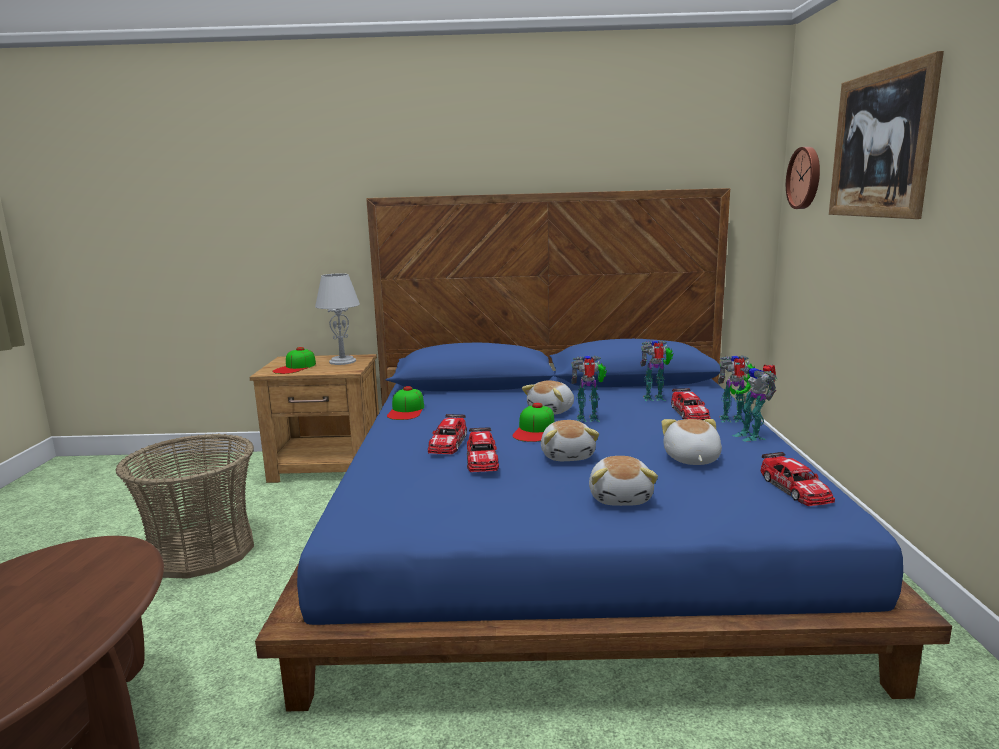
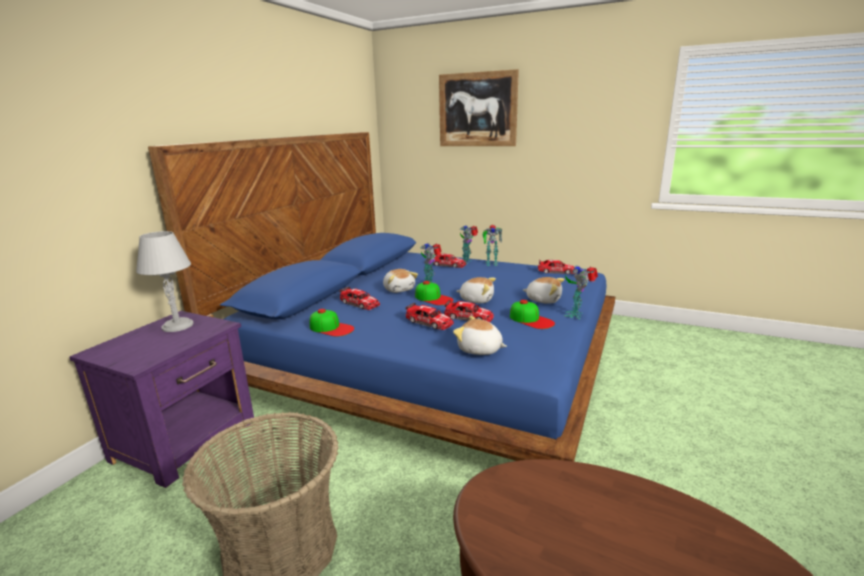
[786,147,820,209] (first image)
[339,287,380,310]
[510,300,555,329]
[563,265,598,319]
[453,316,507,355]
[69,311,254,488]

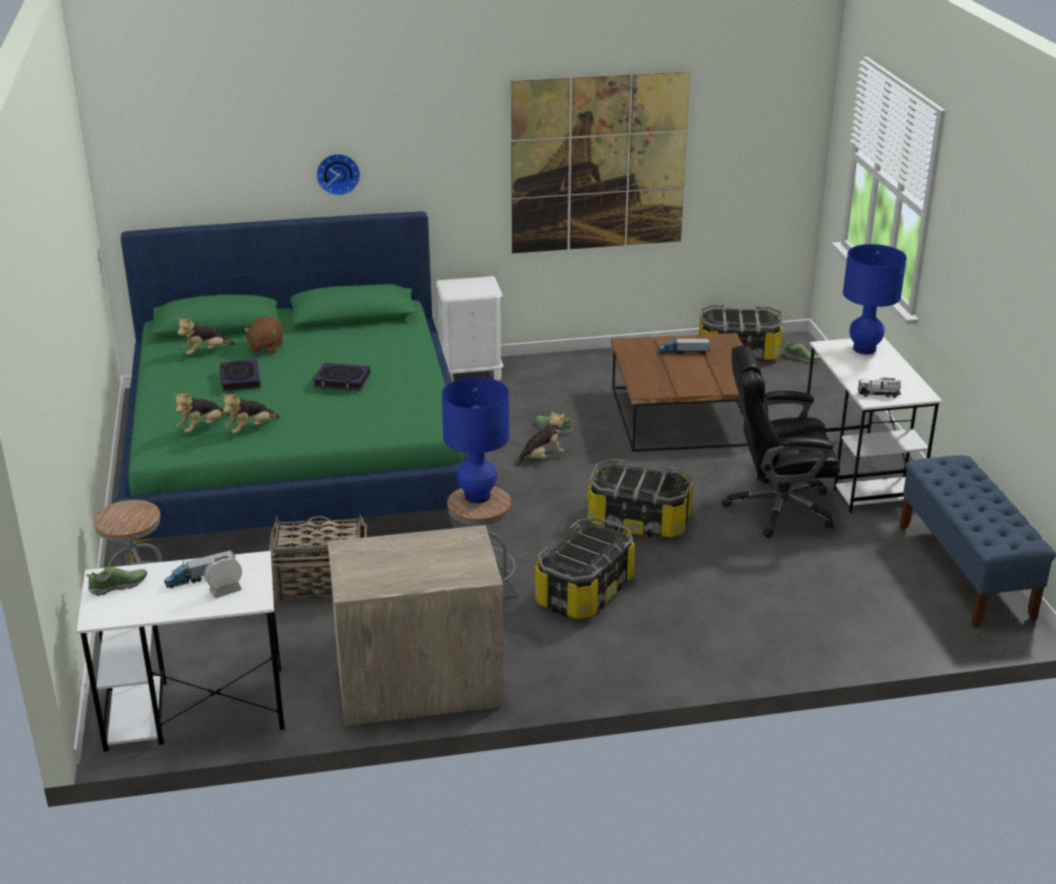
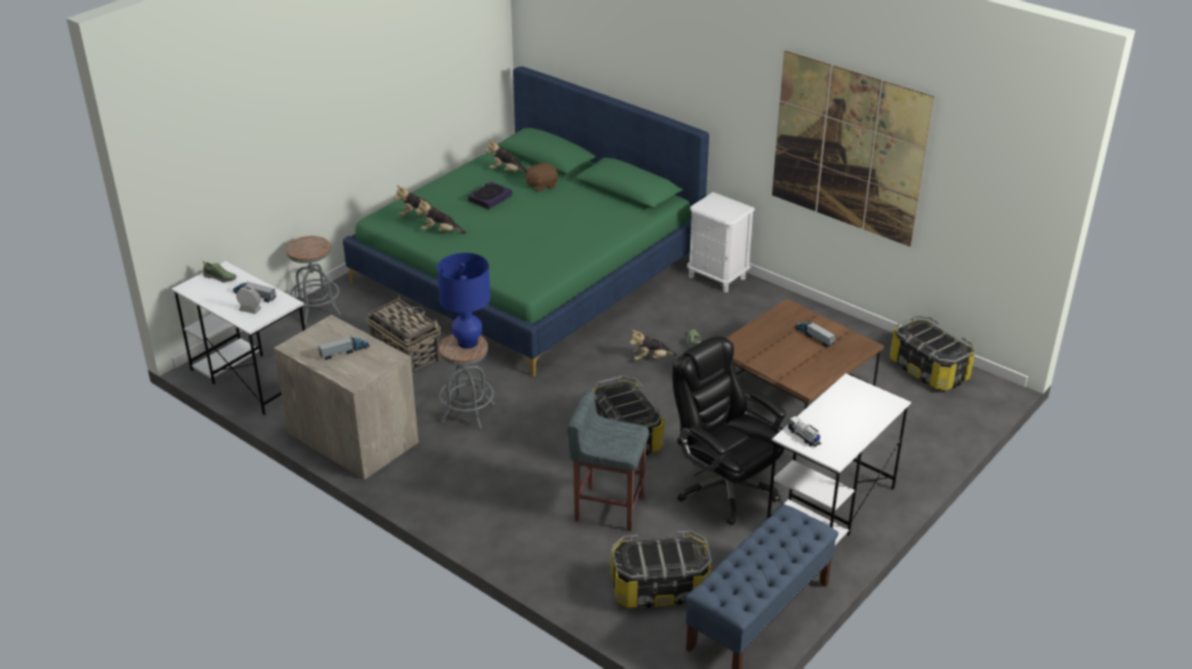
[313,363,370,391] (first image)
[316,154,360,196] (first image)
[784,341,821,363] (first image)
[843,244,906,354] (first image)
[318,336,370,360]
[567,390,649,531]
[611,531,712,608]
[630,330,677,360]

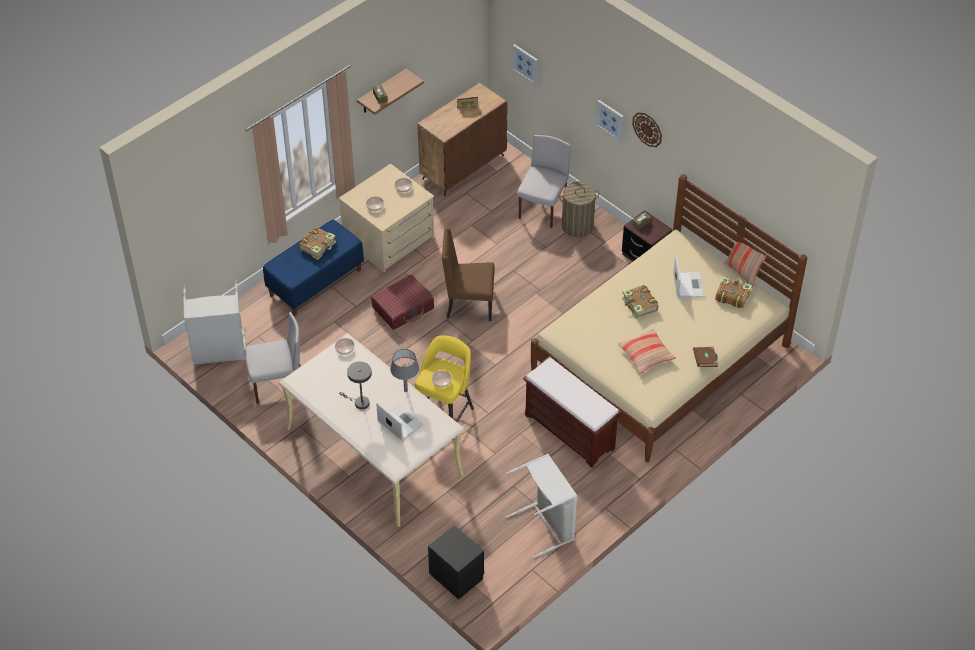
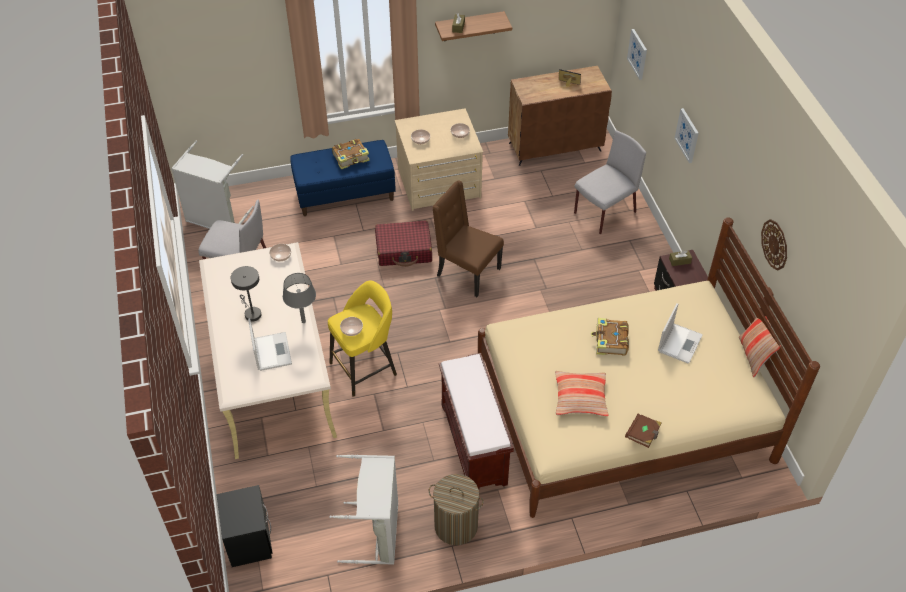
[715,277,752,308] (first image)
[429,474,484,545]
[761,219,787,271]

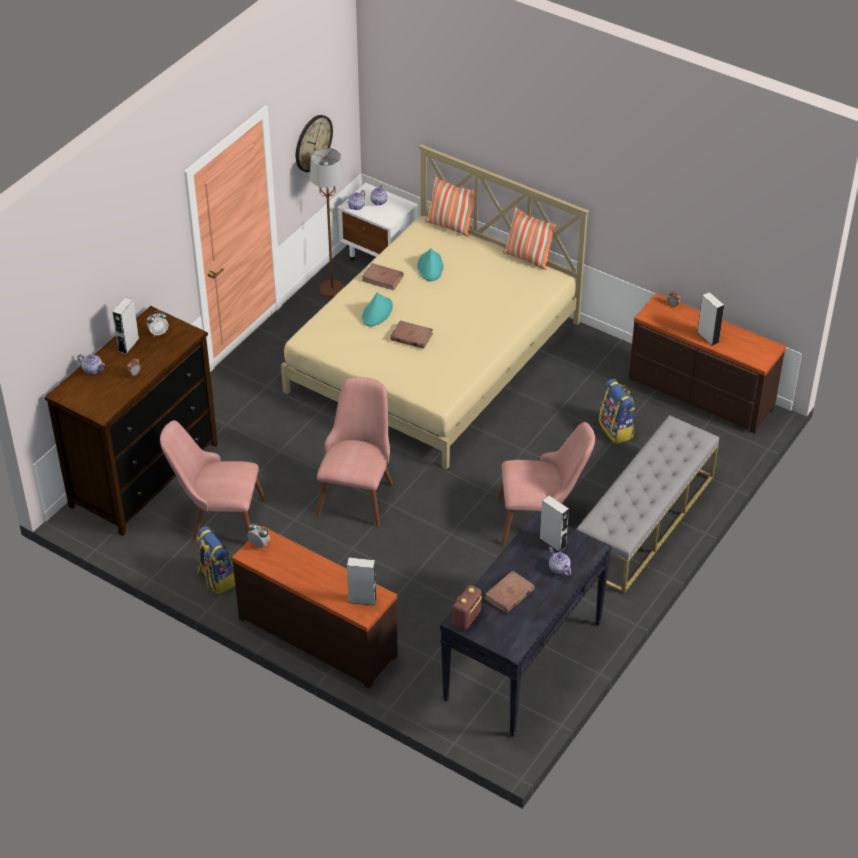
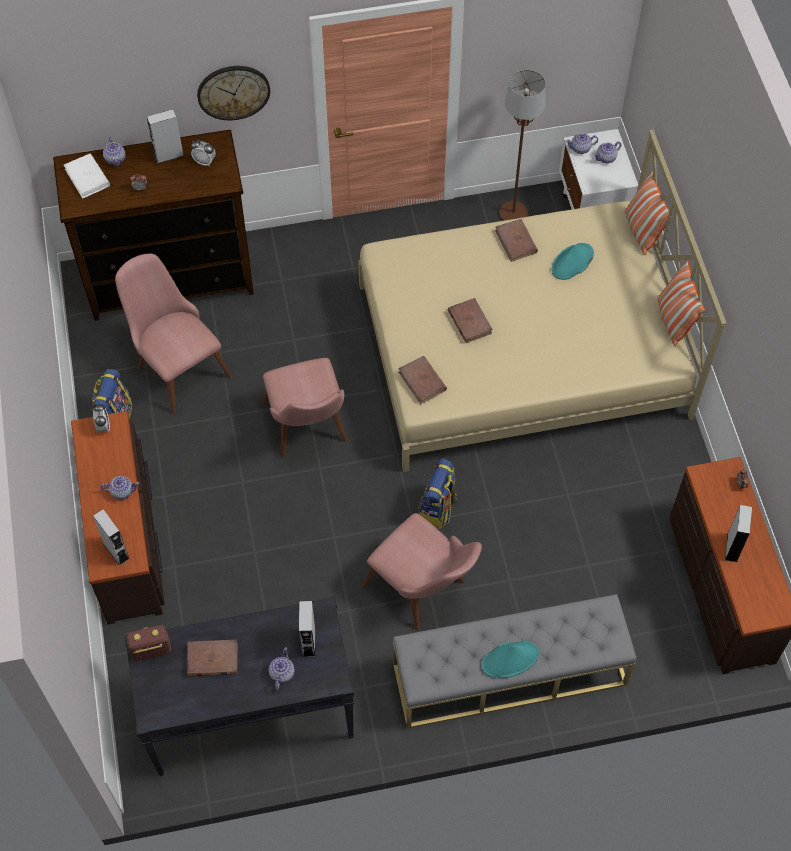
[64,154,110,199]
[101,476,139,500]
[398,356,447,404]
[197,66,270,120]
[481,640,539,678]
[418,459,458,529]
[263,358,347,458]

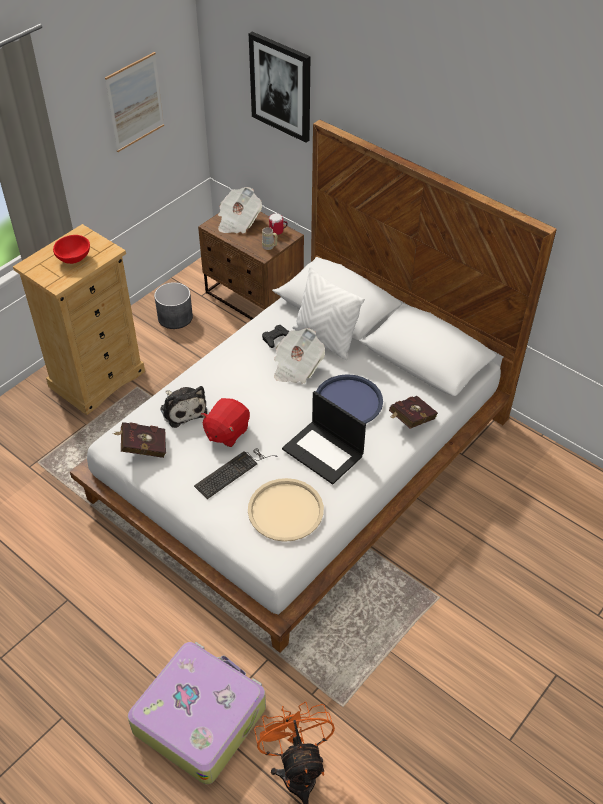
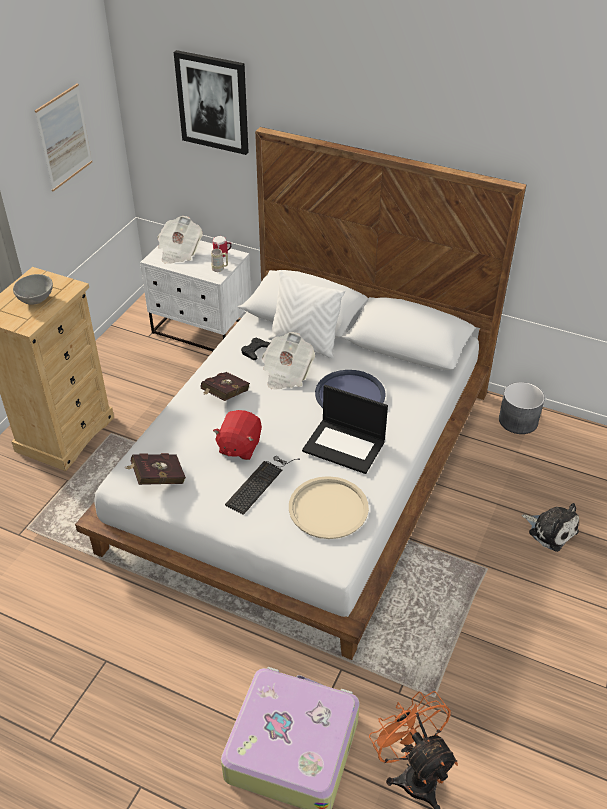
[499,382,545,434]
[522,503,579,552]
[201,372,250,401]
[13,274,53,305]
[140,240,251,351]

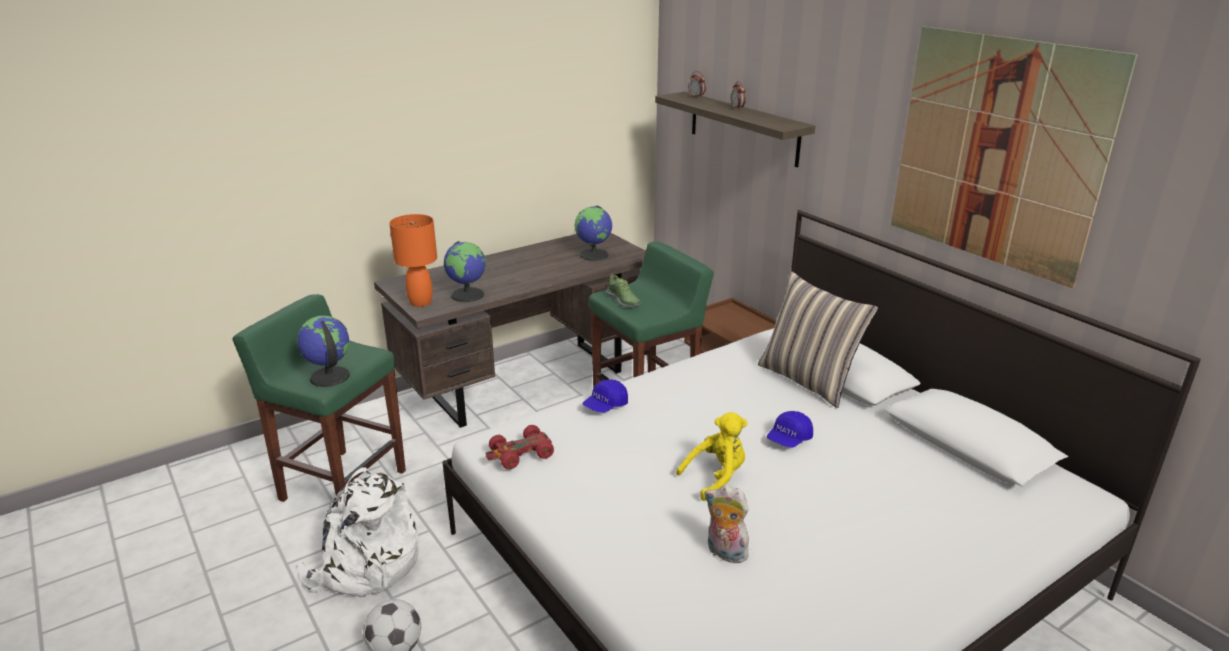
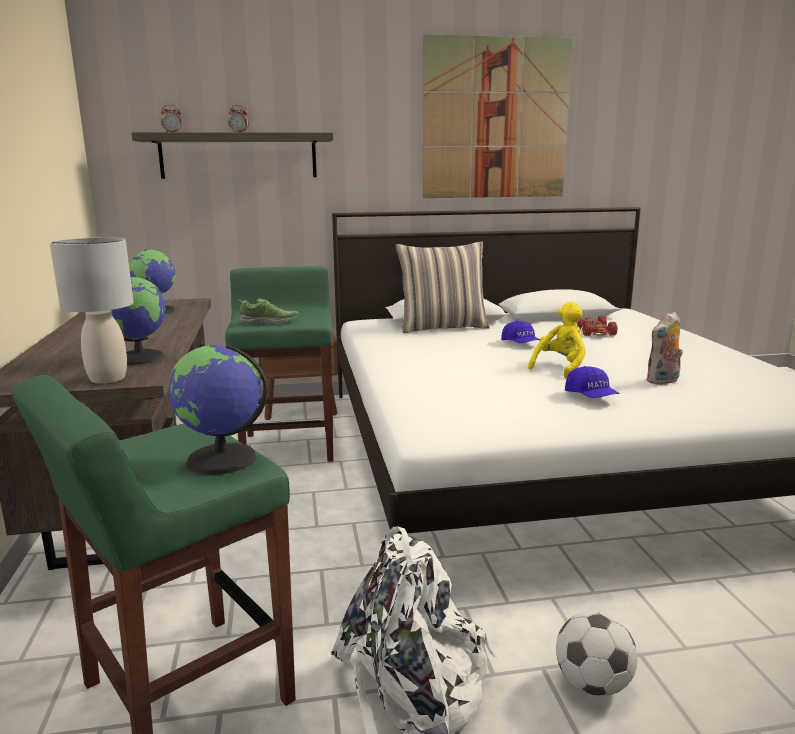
[577,316,618,336]
[565,366,620,398]
[50,237,134,383]
[528,302,586,379]

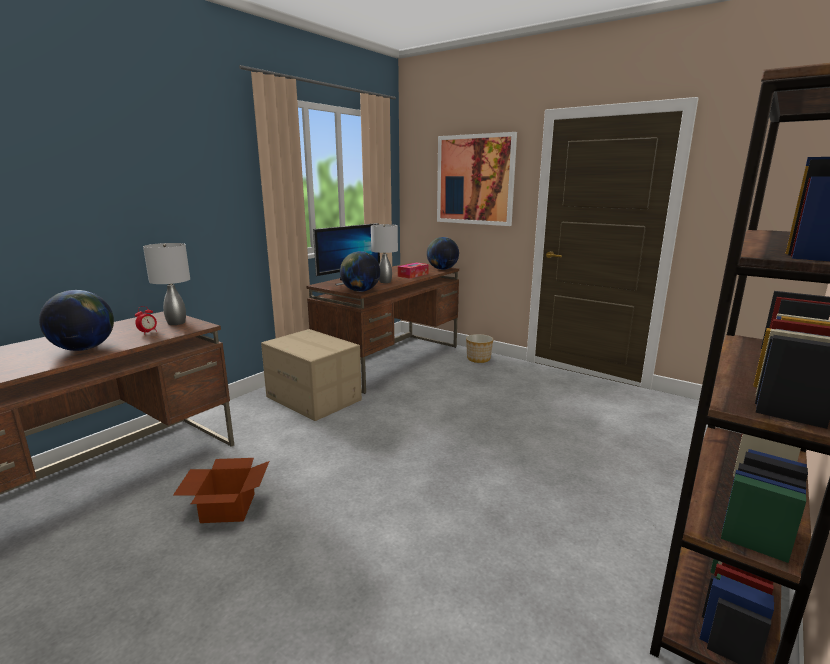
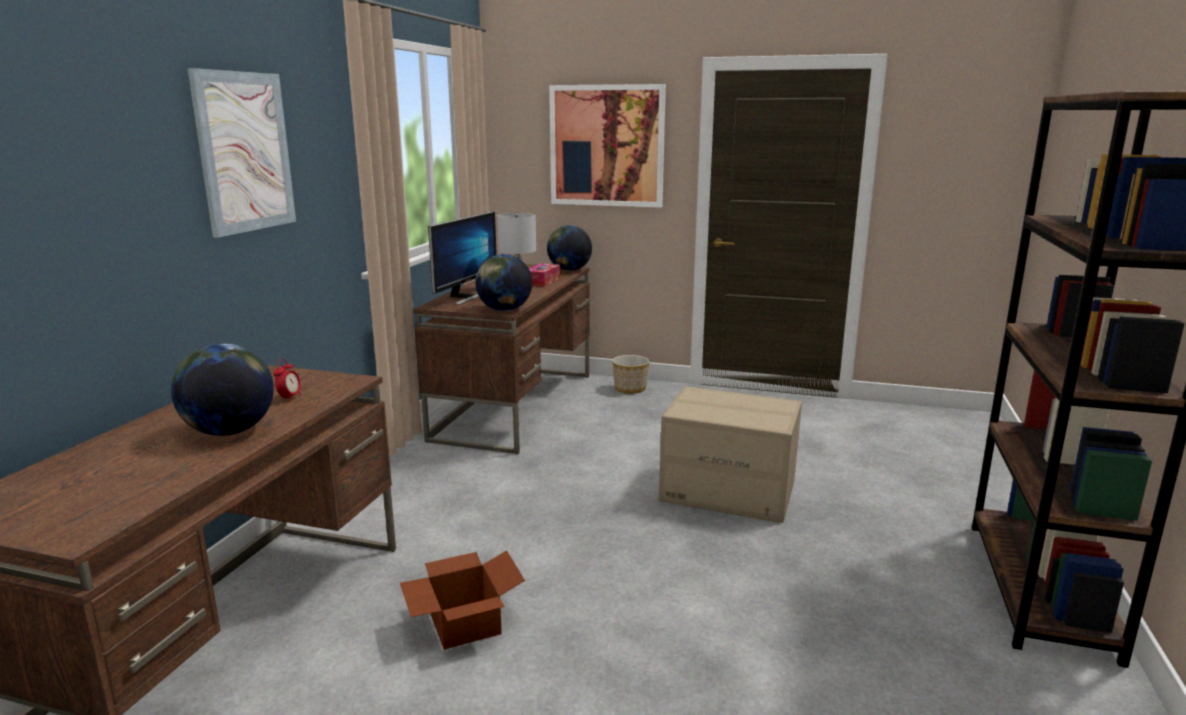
[143,243,190,325] (first image)
[187,68,296,238]
[659,386,802,523]

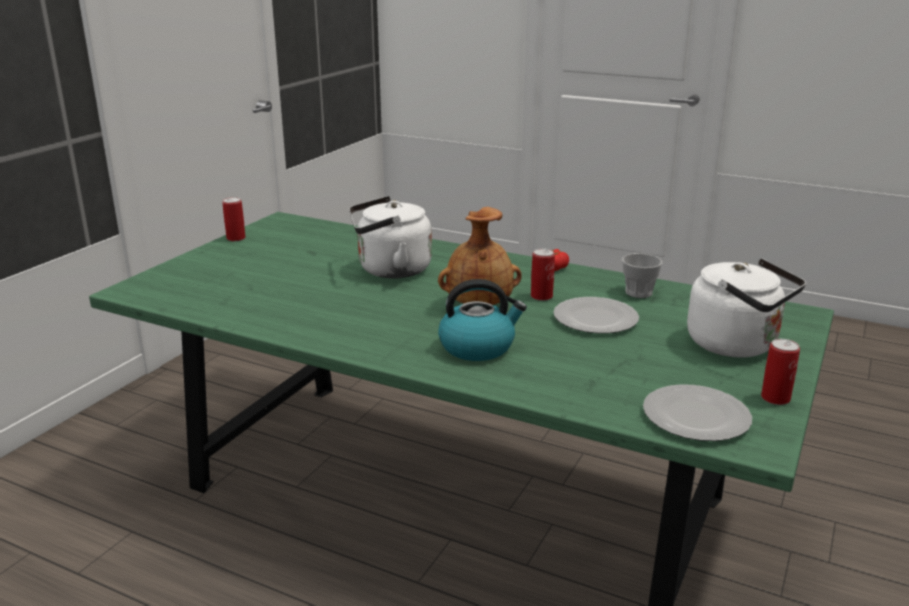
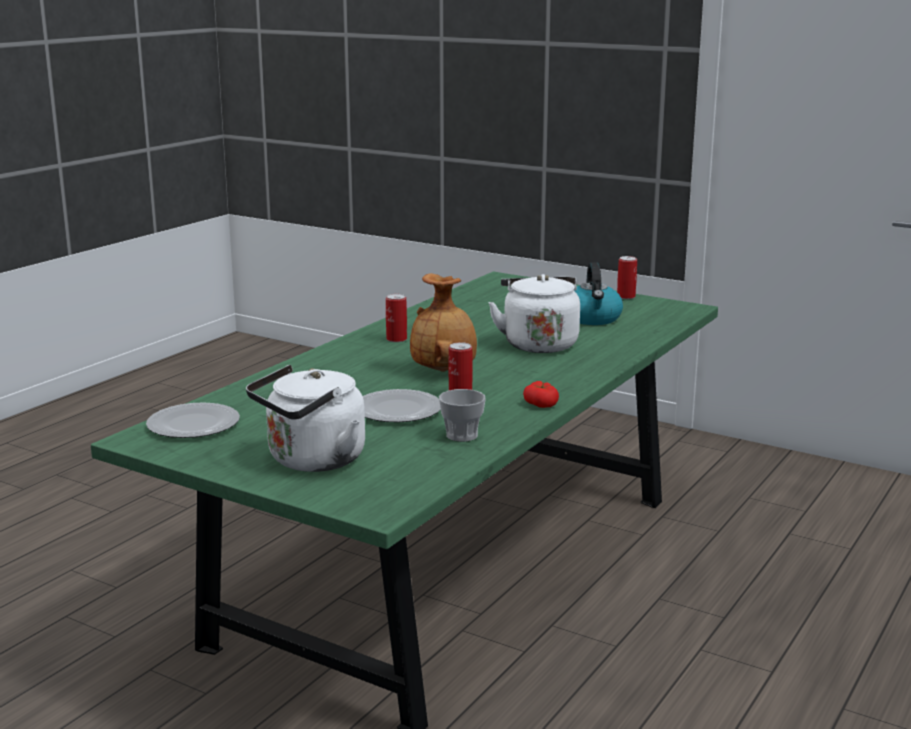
[574,262,623,325]
[386,294,407,342]

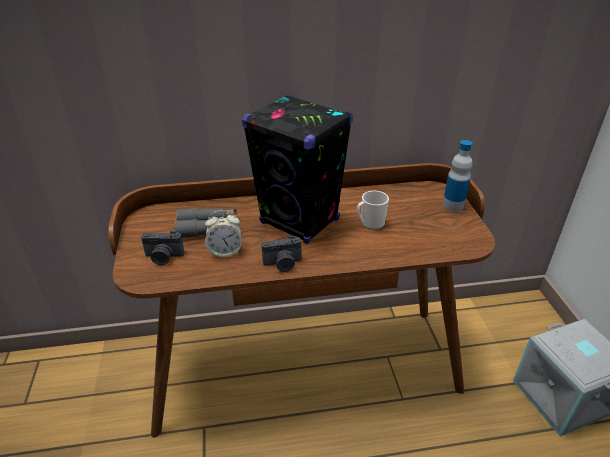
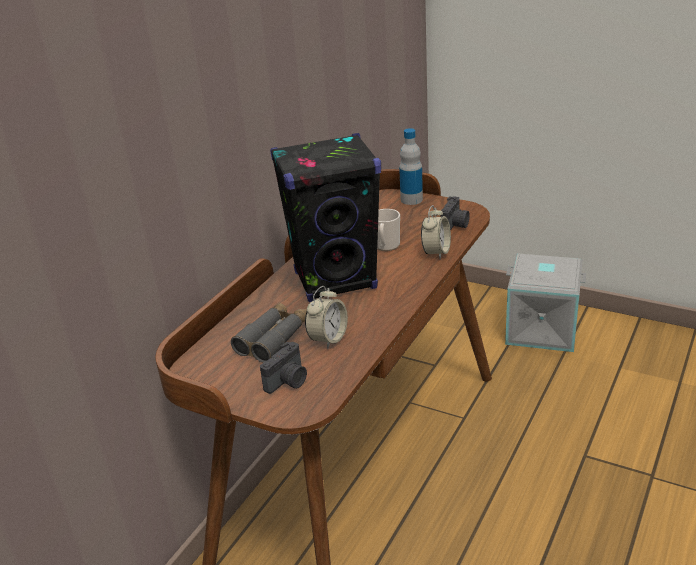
[421,205,451,259]
[440,196,470,230]

